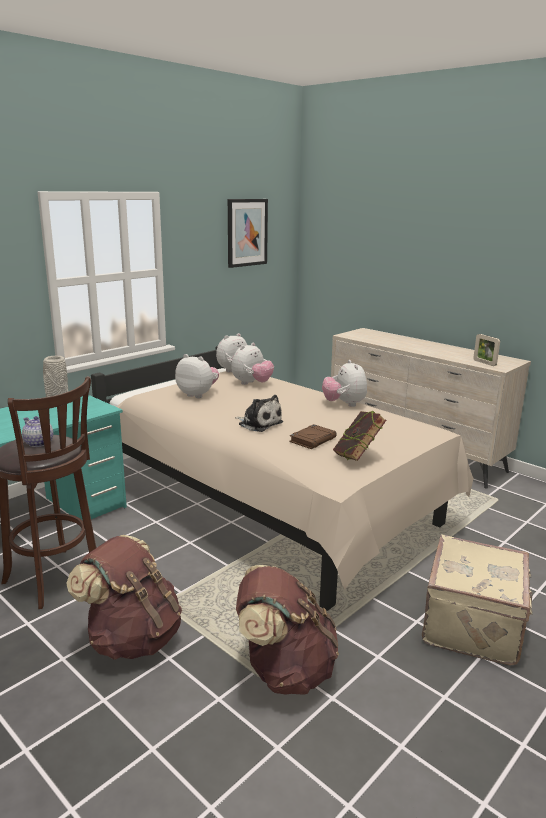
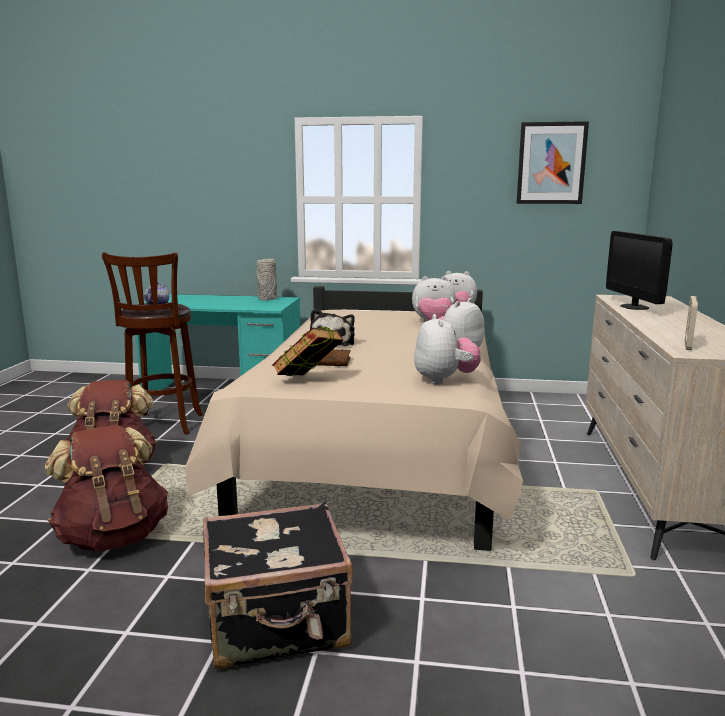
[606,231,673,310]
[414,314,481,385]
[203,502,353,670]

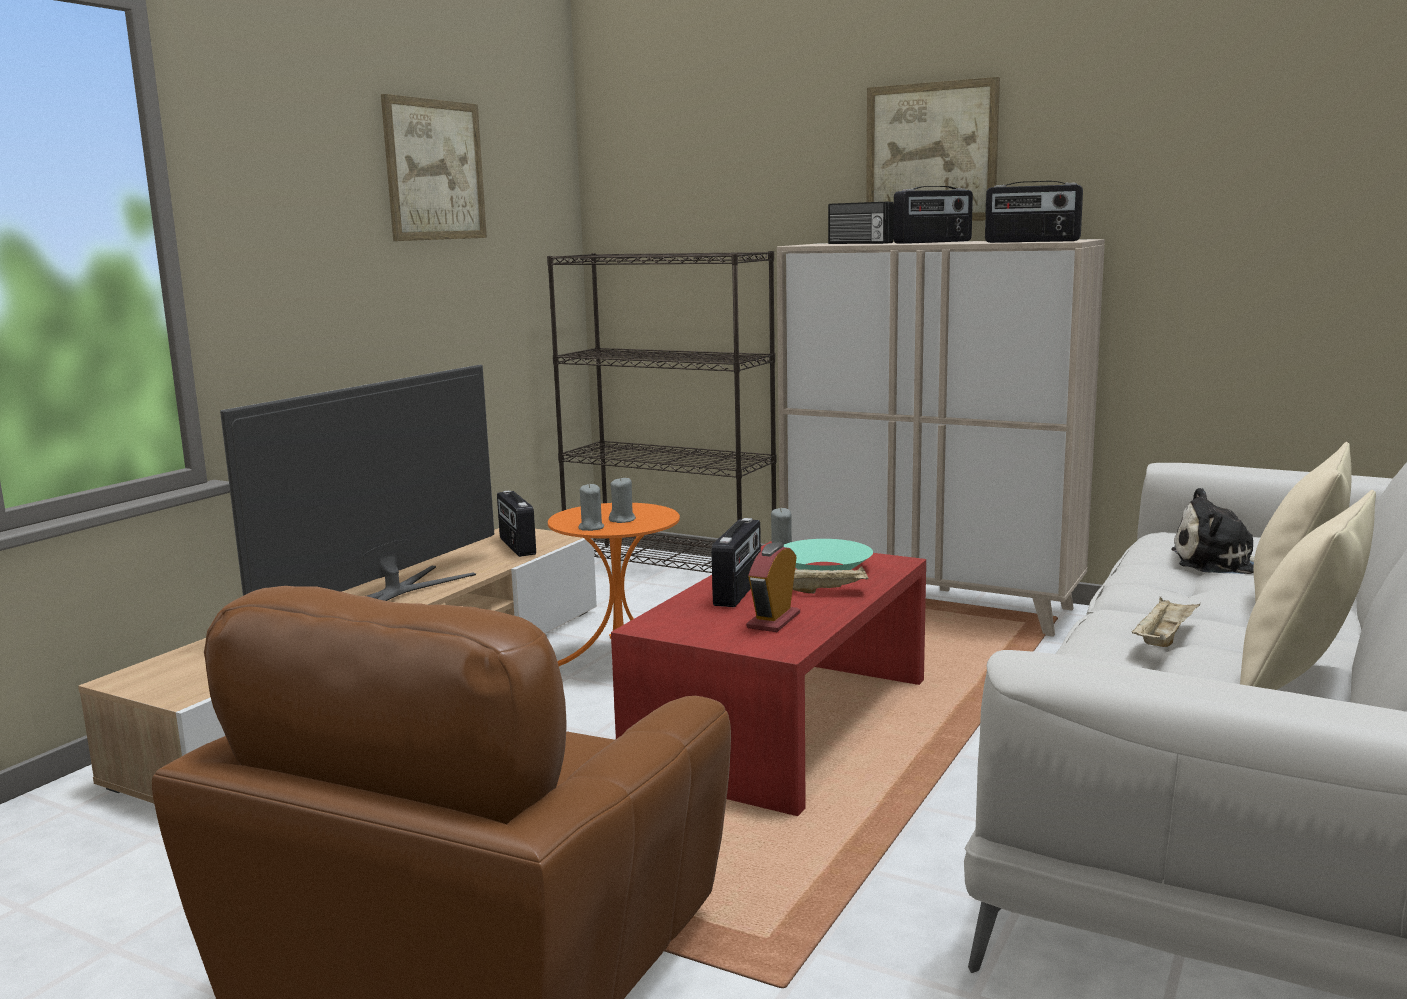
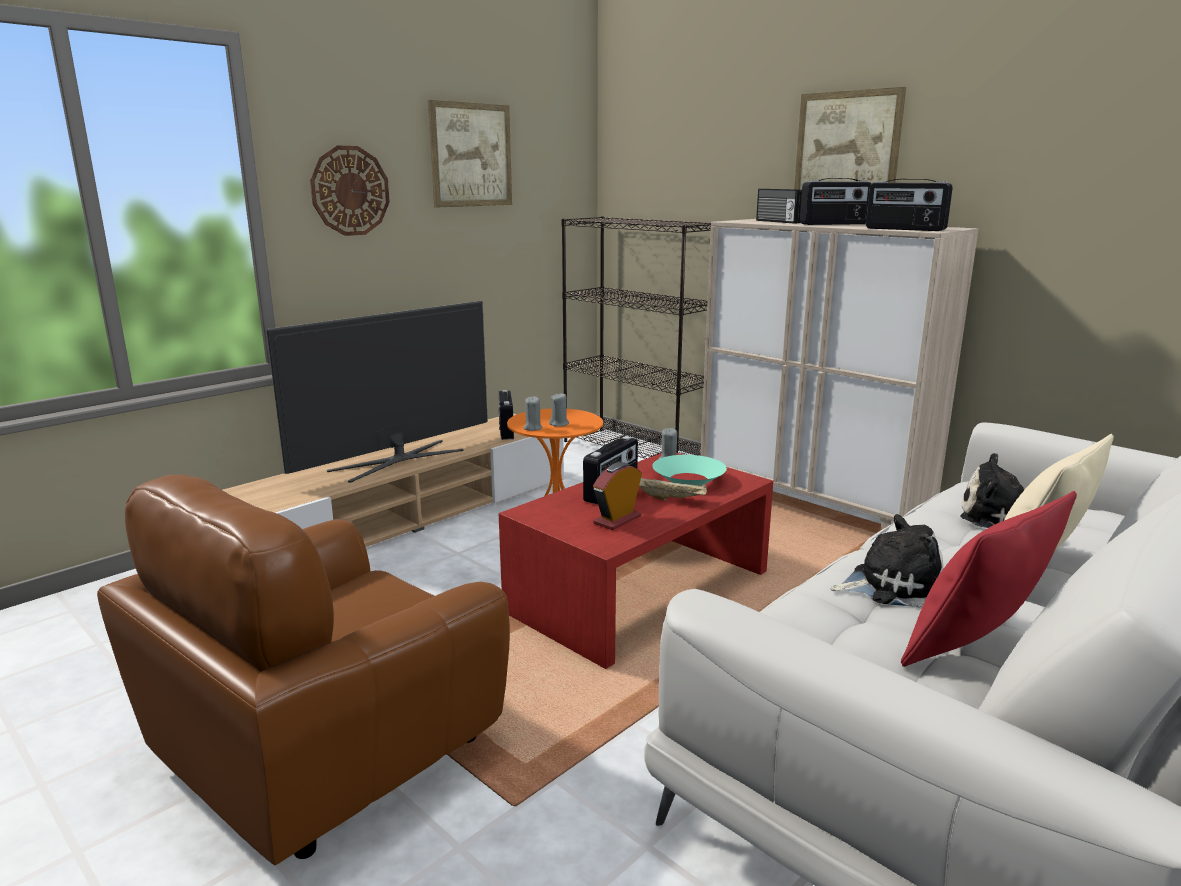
[310,146,390,236]
[831,514,944,608]
[901,491,1077,667]

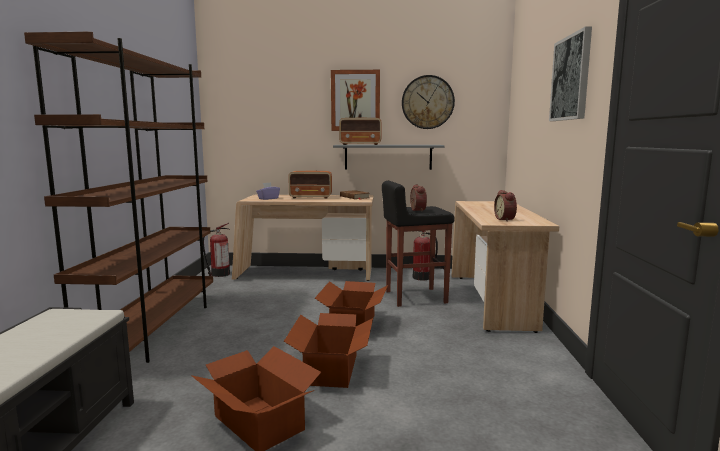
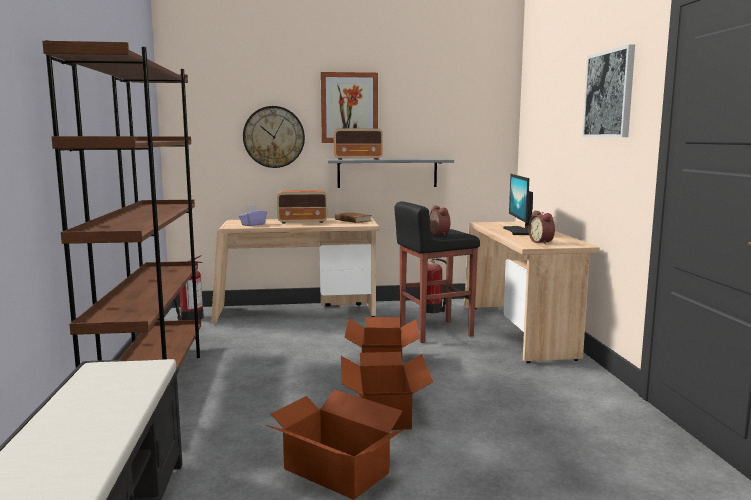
[503,174,533,235]
[243,106,305,168]

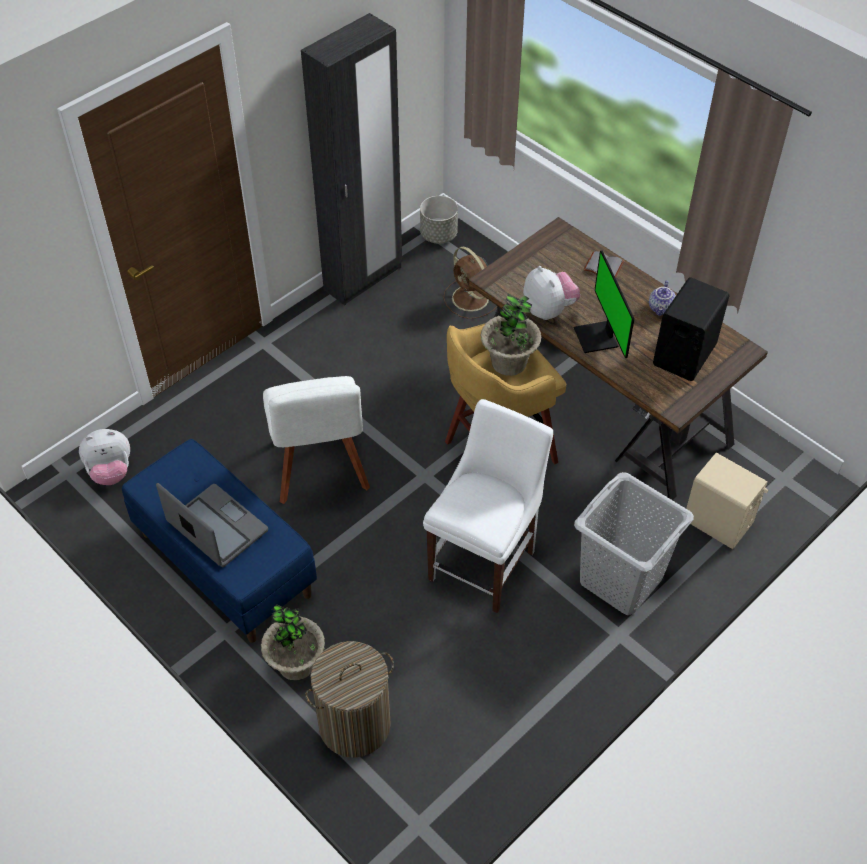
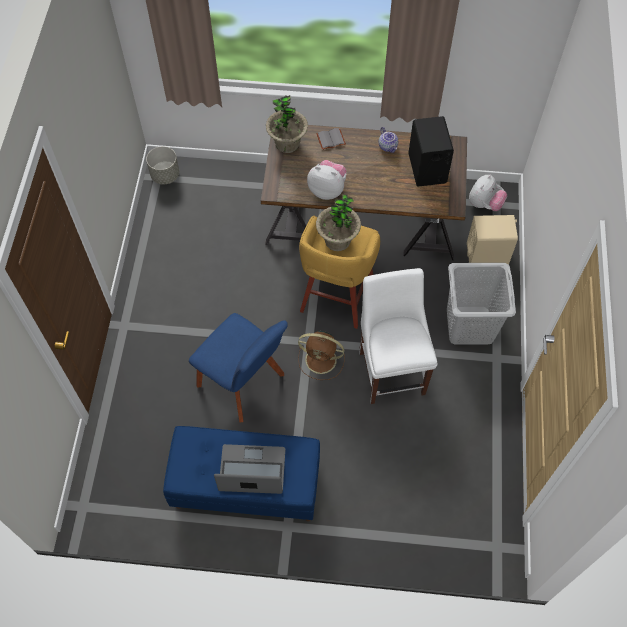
[301,13,402,306] (first image)
[305,641,394,758] (first image)
[574,250,634,358] (first image)
[469,175,507,211]
[266,95,308,153]
[298,331,345,380]
[189,313,288,422]

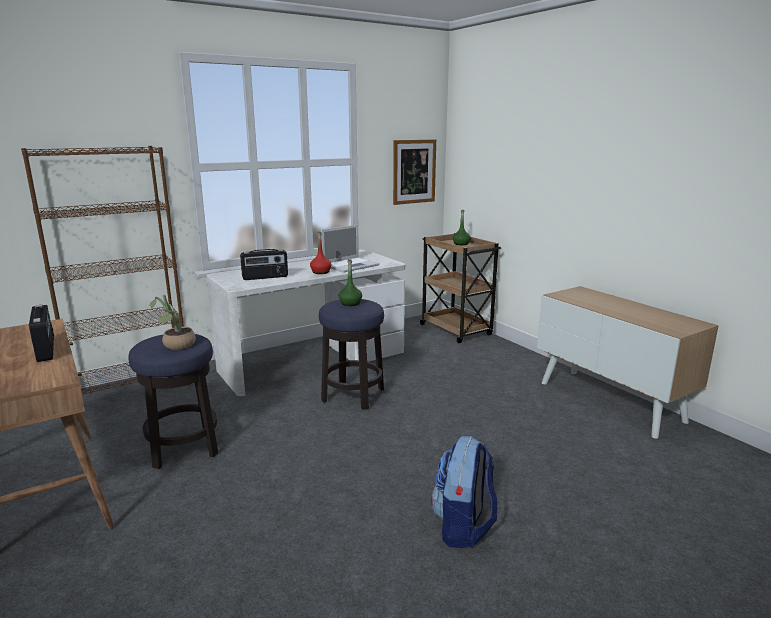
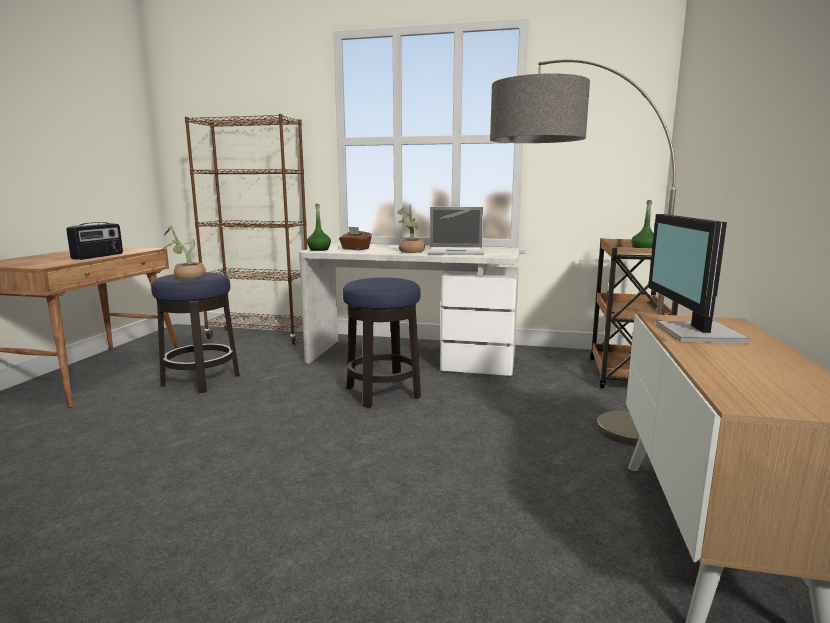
[393,139,436,205] (first image)
[431,436,497,548] (first image)
[490,59,676,446]
[648,214,750,343]
[307,204,331,251]
[339,227,372,250]
[397,204,425,253]

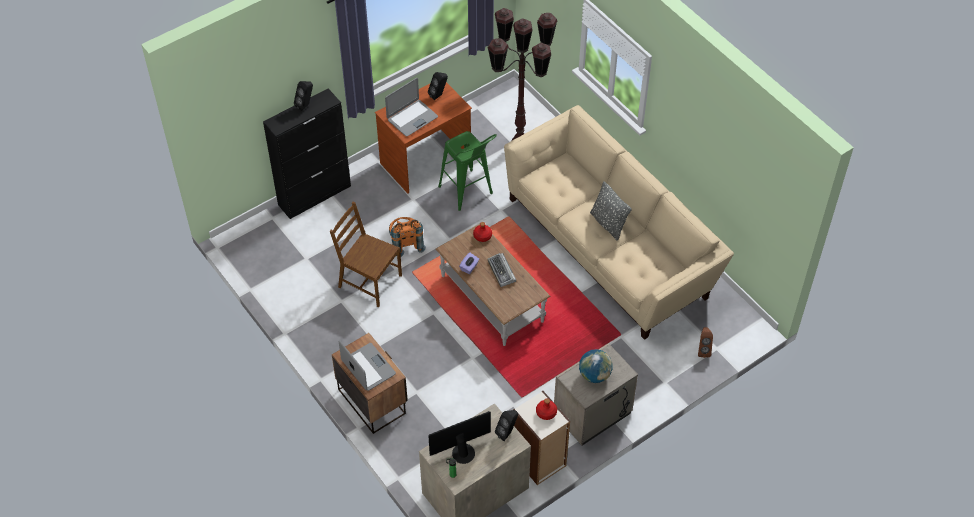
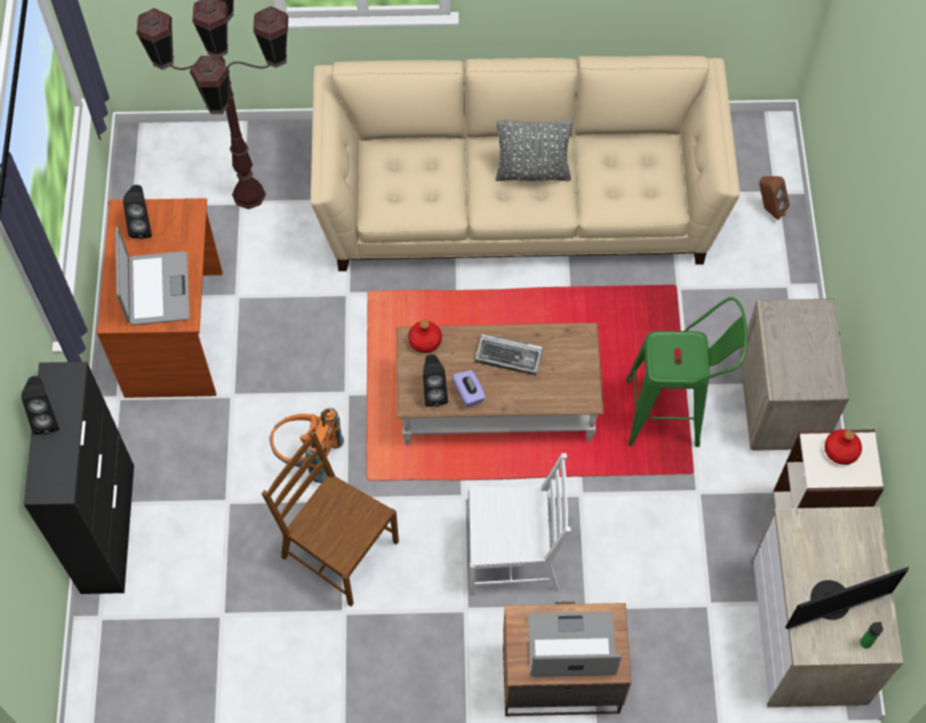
[579,349,613,383] (first image)
[468,453,571,596]
[626,297,748,447]
[423,355,448,407]
[261,430,399,607]
[785,567,909,629]

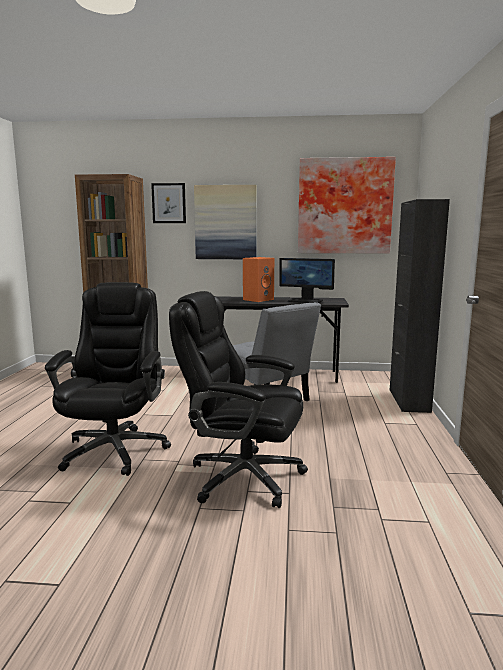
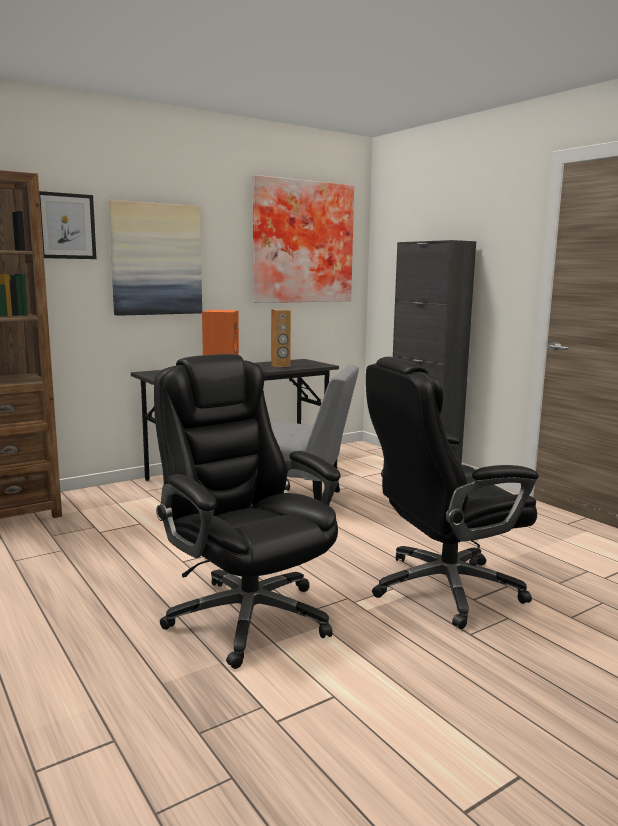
[271,309,291,367]

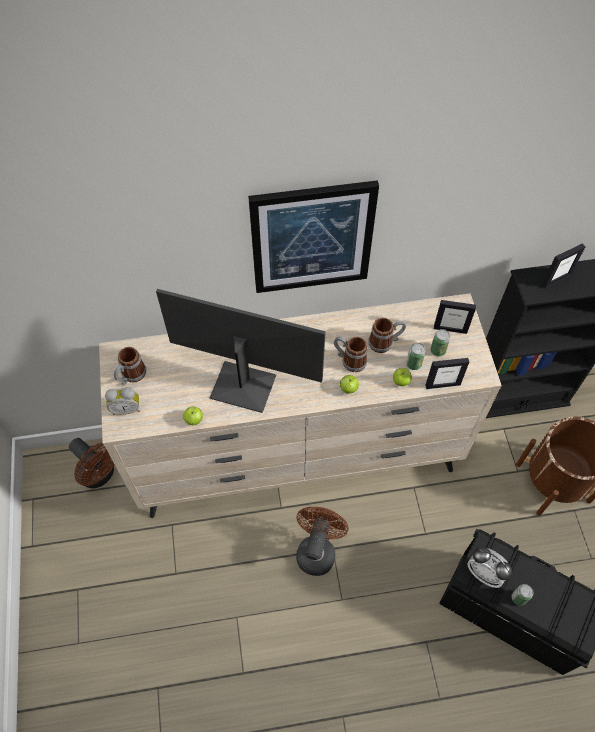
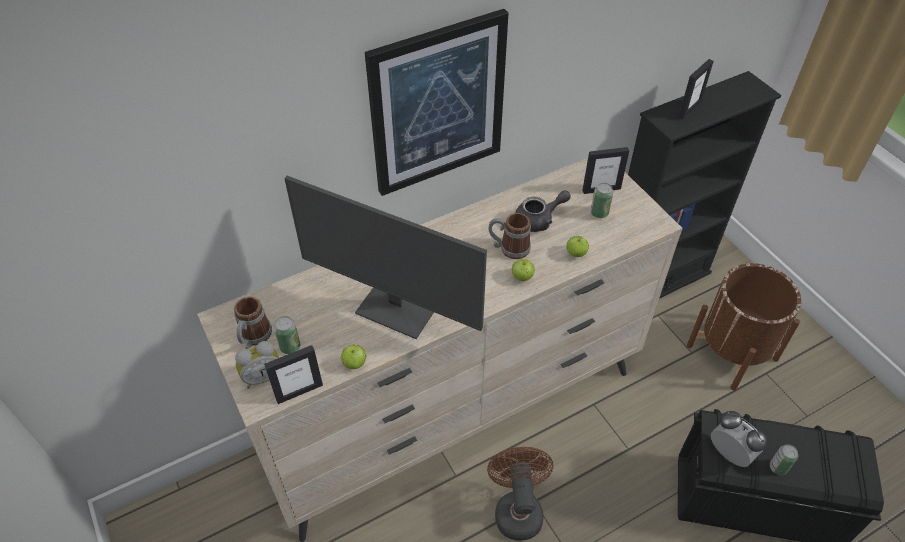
[69,438,115,488] (first image)
[273,316,300,354]
[264,345,323,404]
[515,190,571,232]
[284,176,487,339]
[711,411,767,467]

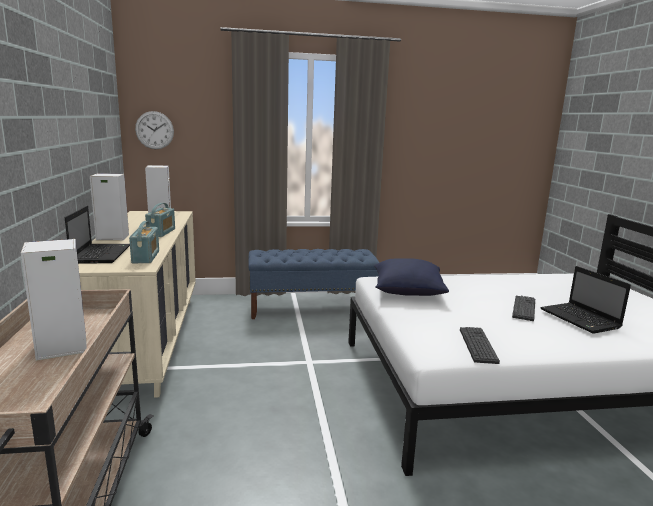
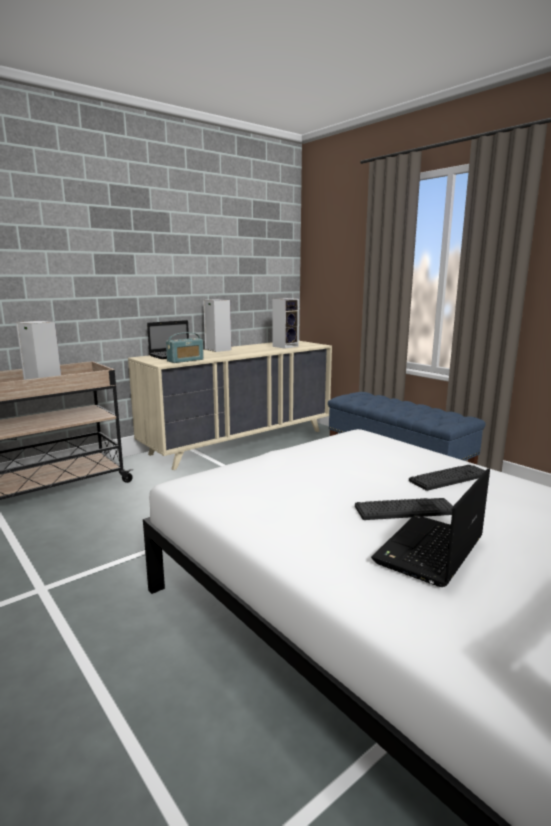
[135,111,174,149] (first image)
[145,203,175,237] (first image)
[374,258,449,296] (first image)
[409,465,486,491]

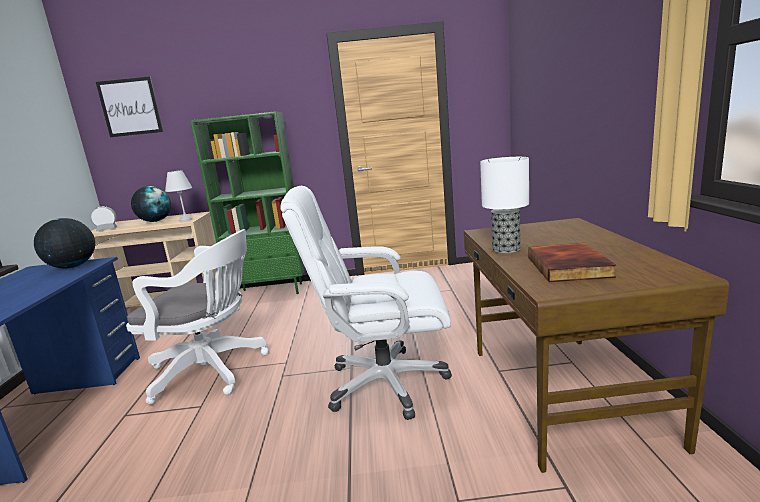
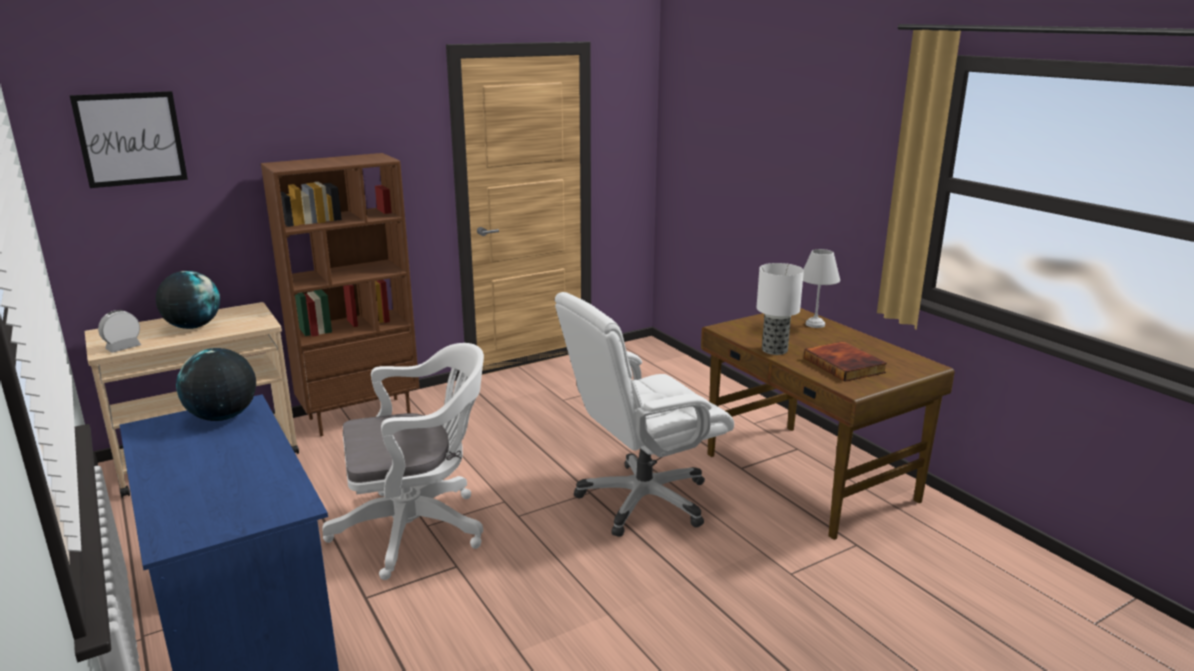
[803,249,840,328]
[261,153,419,436]

